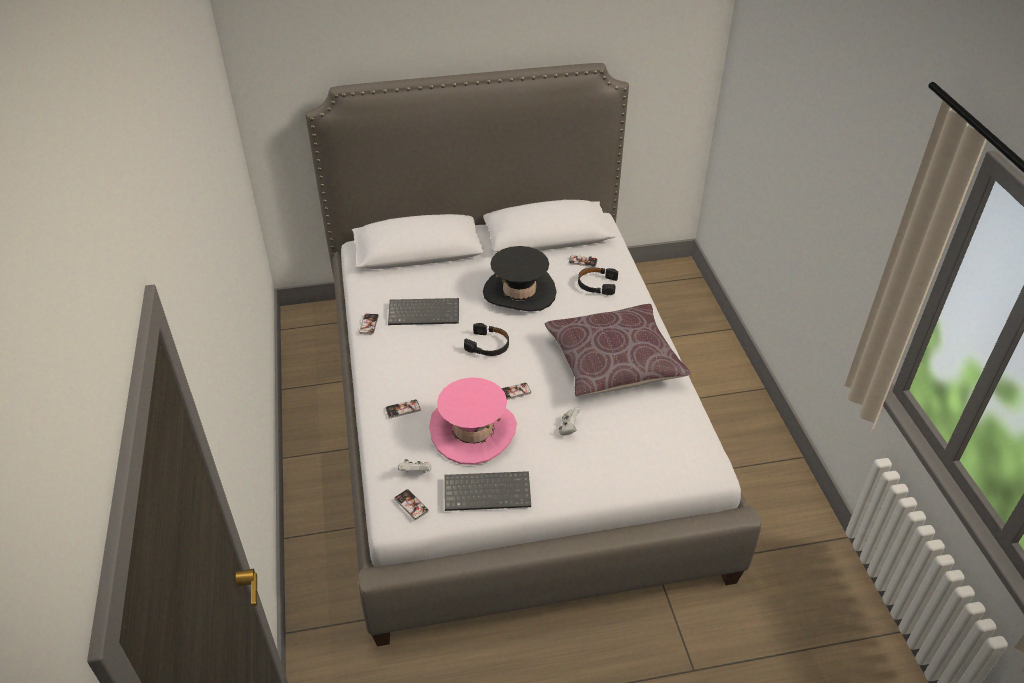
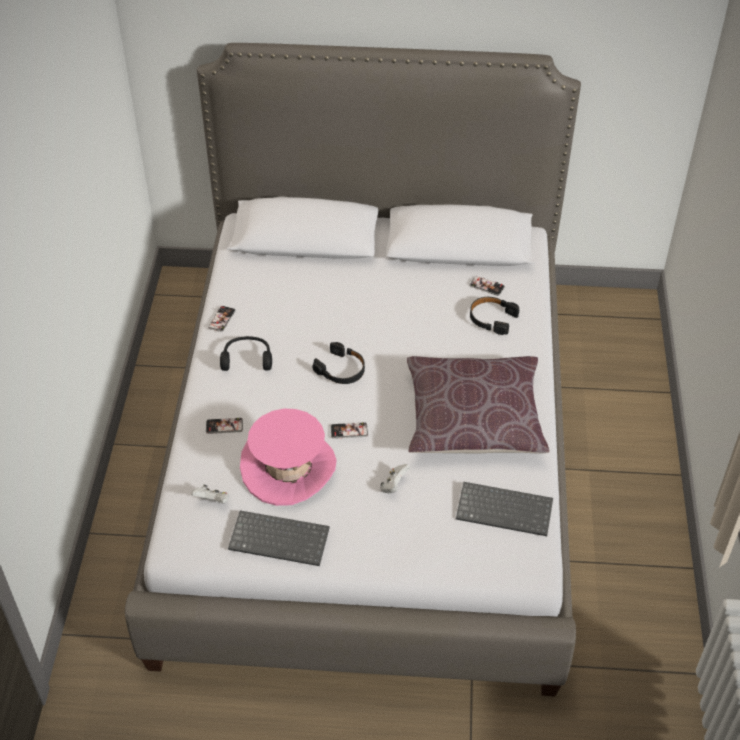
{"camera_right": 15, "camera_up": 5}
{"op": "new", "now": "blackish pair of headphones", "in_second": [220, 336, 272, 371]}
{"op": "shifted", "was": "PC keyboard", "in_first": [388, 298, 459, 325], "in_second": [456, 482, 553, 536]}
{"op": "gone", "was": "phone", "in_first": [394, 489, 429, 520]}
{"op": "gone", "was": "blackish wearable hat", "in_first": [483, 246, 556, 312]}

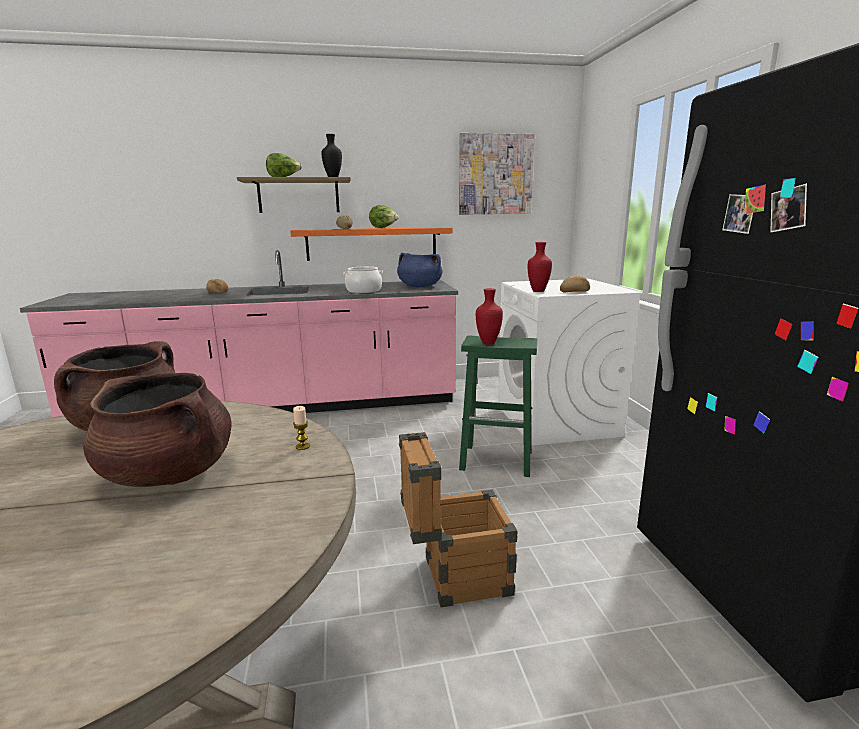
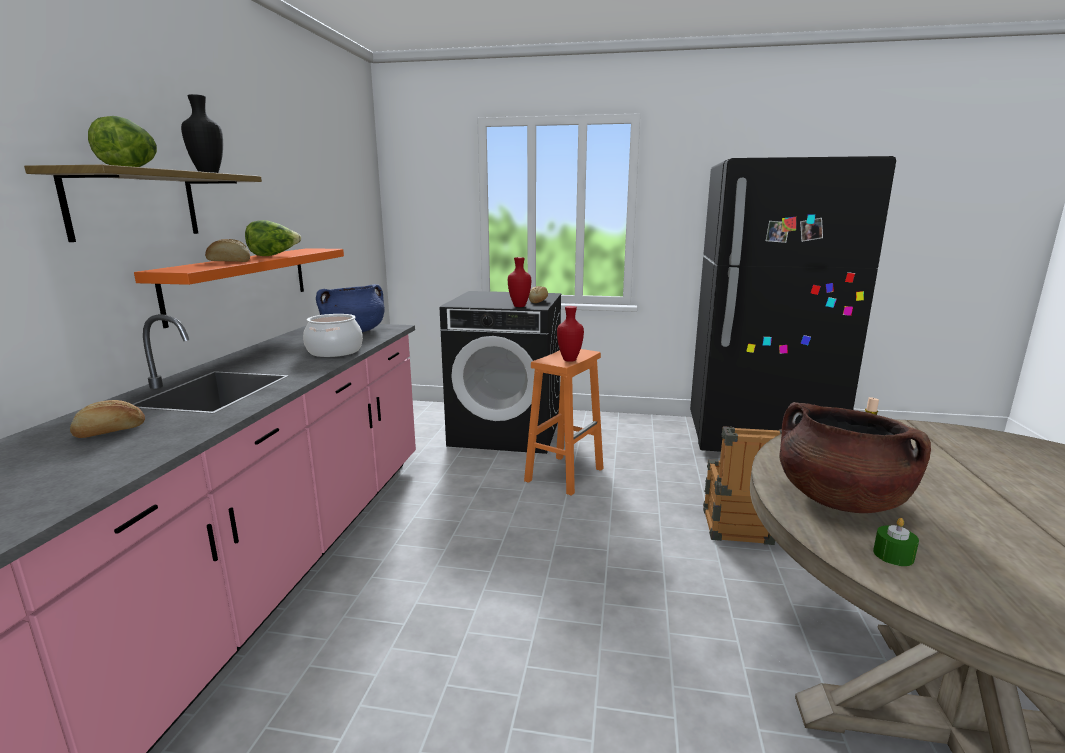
{"camera_right": -70, "camera_up": 0}
{"op": "repainted", "was": "whitish washing machine", "now": "blackish washing machine", "in_first": [498, 279, 644, 445], "in_second": [440, 291, 561, 454]}
{"op": "repainted", "was": "greenish stool seat", "now": "orange-coloured stool seat", "in_first": [459, 335, 537, 477], "in_second": [524, 349, 603, 496]}
{"op": "new", "now": "greenish candle", "in_second": [873, 518, 919, 566]}
{"op": "gone", "was": "brown cooking pot", "in_first": [83, 373, 232, 487]}
{"op": "gone", "was": "wall art", "in_first": [459, 133, 535, 215]}

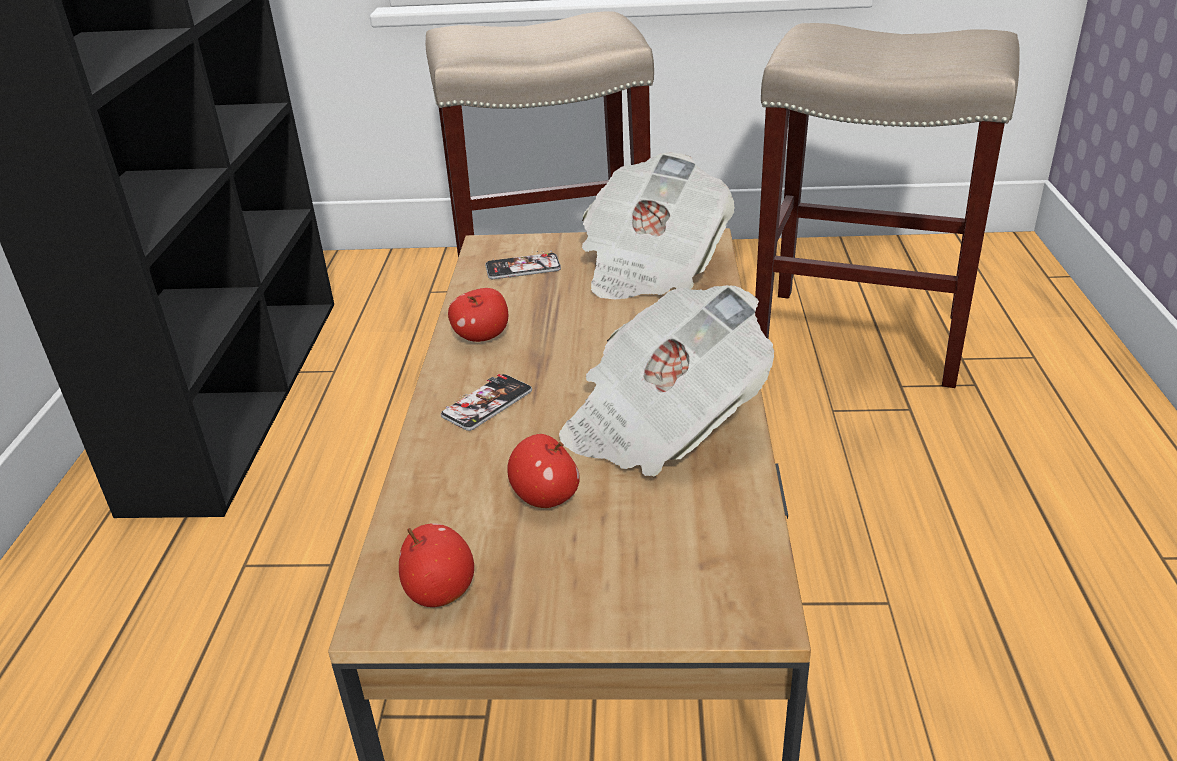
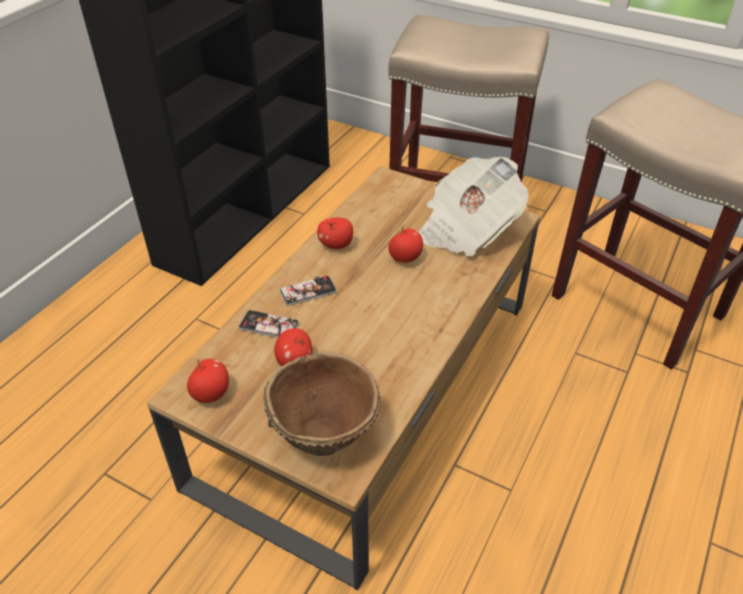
{"camera_right": 25, "camera_up": 10}
{"op": "shifted", "was": "phone", "in_first": [485, 251, 561, 279], "in_second": [239, 310, 299, 338]}
{"op": "new", "now": "brown bowl", "in_second": [263, 352, 381, 456]}
{"op": "new", "now": "apple", "in_second": [389, 226, 423, 263]}
{"op": "gone", "was": "daily paper", "in_first": [559, 285, 774, 477]}

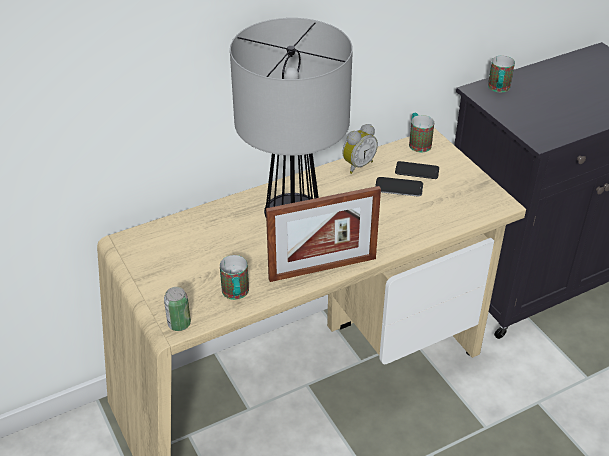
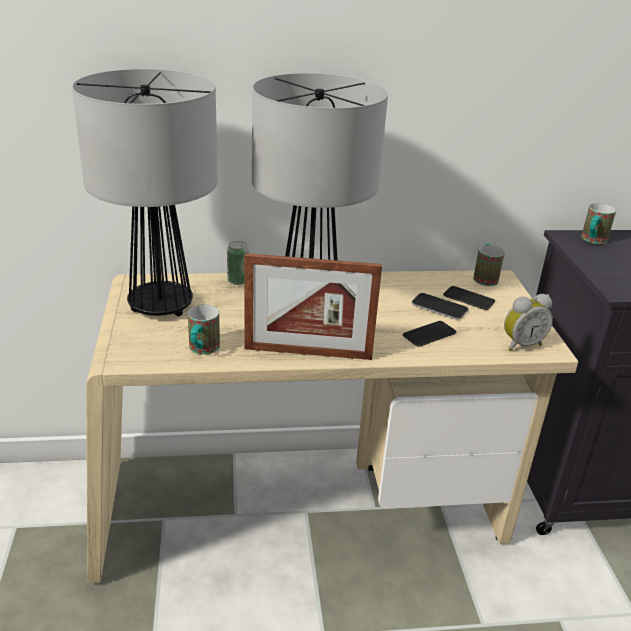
{"camera_right": 20, "camera_up": -10}
{"op": "new", "now": "lamp for a table", "in_second": [72, 69, 218, 316]}
{"op": "shifted", "was": "can", "in_first": [164, 287, 191, 331], "in_second": [227, 241, 249, 285]}
{"op": "new", "now": "phone", "in_second": [403, 321, 456, 347]}
{"op": "shifted", "was": "bedside clock", "in_first": [342, 124, 378, 174], "in_second": [504, 294, 553, 351]}

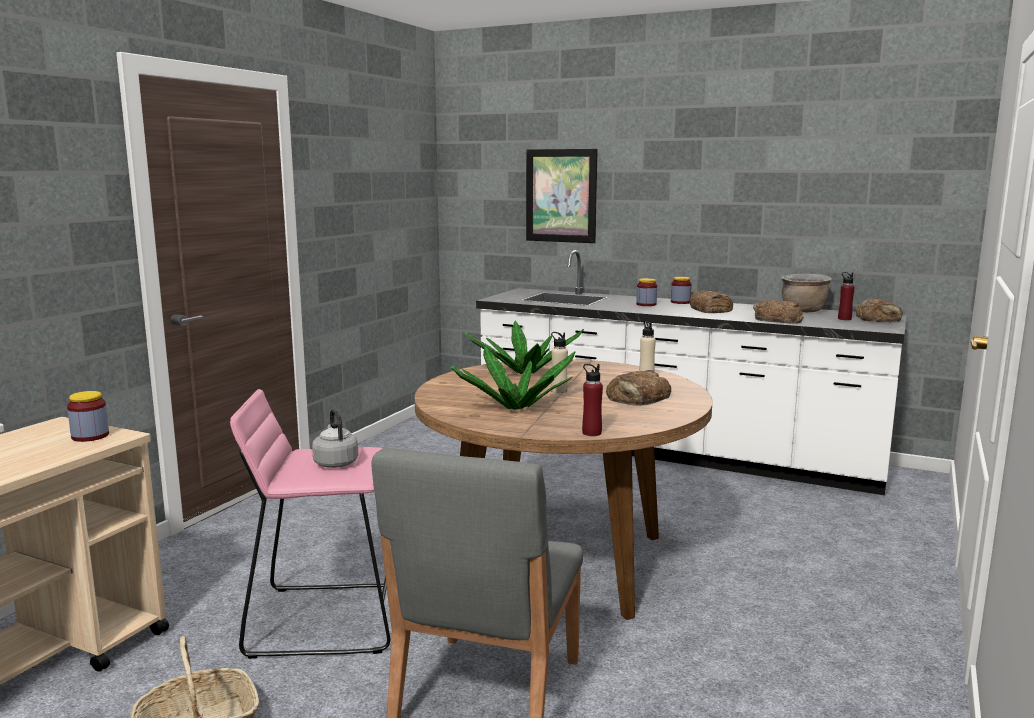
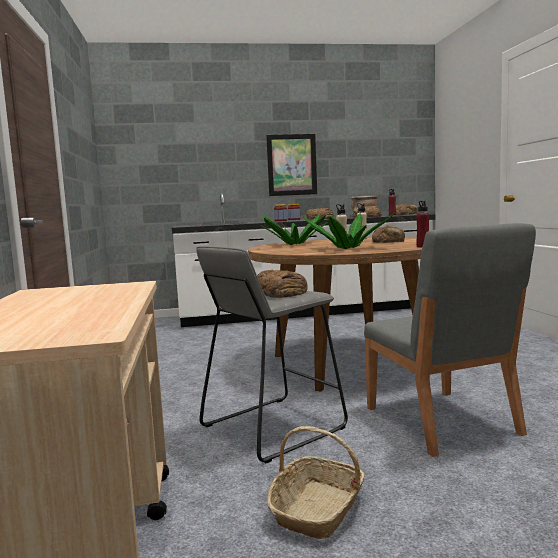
{"camera_right": -35, "camera_up": -5}
{"op": "repainted", "was": "pink stool seat", "now": "grey stool seat", "in_first": [230, 389, 391, 659], "in_second": [196, 246, 348, 463]}
{"op": "swapped", "was": "grey water kettle", "now": "bakery bread", "in_first": [312, 409, 358, 468], "in_second": [257, 270, 308, 298]}
{"op": "shifted", "was": "wall art", "in_first": [526, 149, 598, 243], "in_second": [266, 134, 317, 196]}
{"op": "gone", "was": "preserve jar", "in_first": [67, 391, 109, 442]}

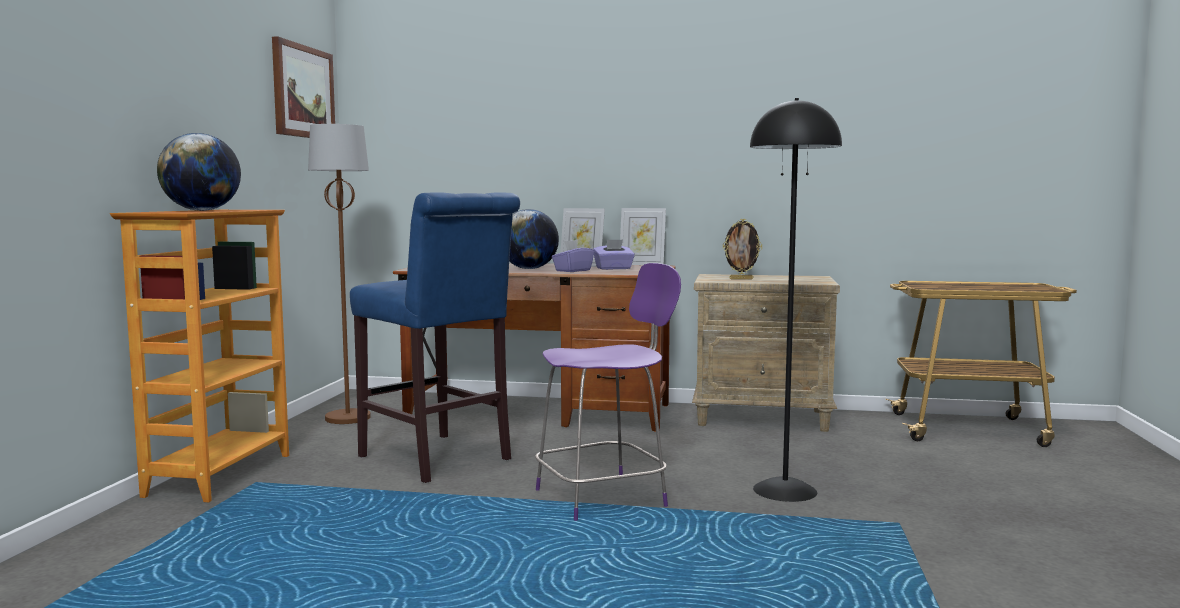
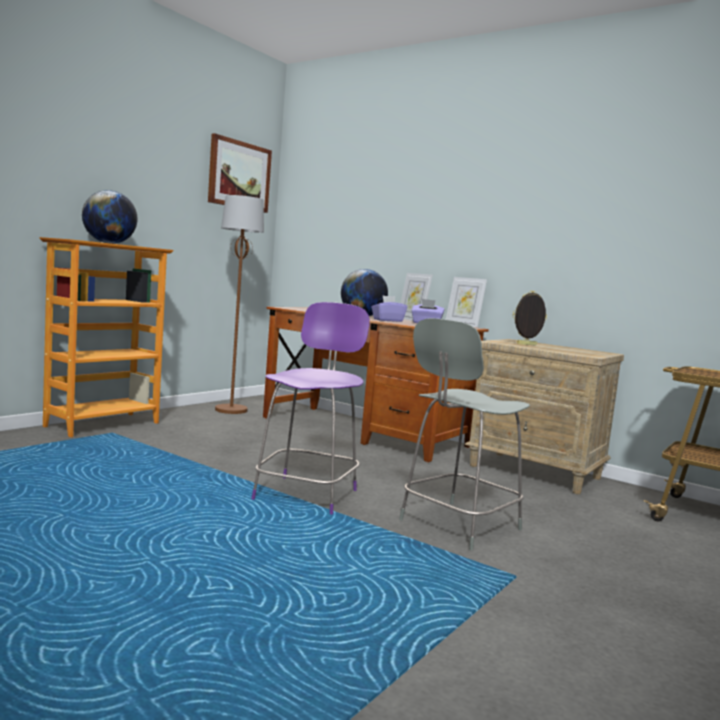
{"camera_right": 25, "camera_up": 0}
{"op": "rotated", "was": "purple upright chair", "in_first": [535, 263, 681, 521], "in_second": [251, 302, 370, 515], "clockwise": -75}
{"op": "swapped", "was": "blackish standing lamp", "now": "grey upright chair", "in_first": [750, 98, 842, 502], "in_second": [399, 318, 530, 550]}
{"op": "rotated", "was": "picture frame", "in_first": [722, 219, 762, 280], "in_second": [512, 291, 547, 346], "clockwise": 150}
{"op": "gone", "was": "blue-coloured stool seat", "in_first": [350, 192, 520, 483]}

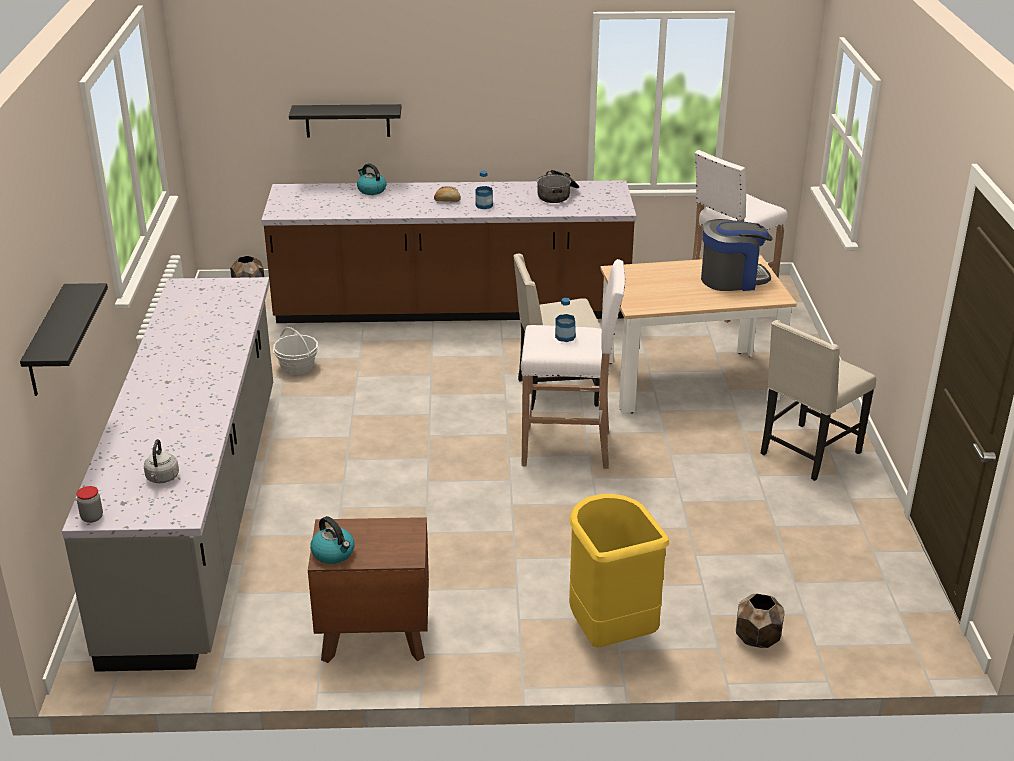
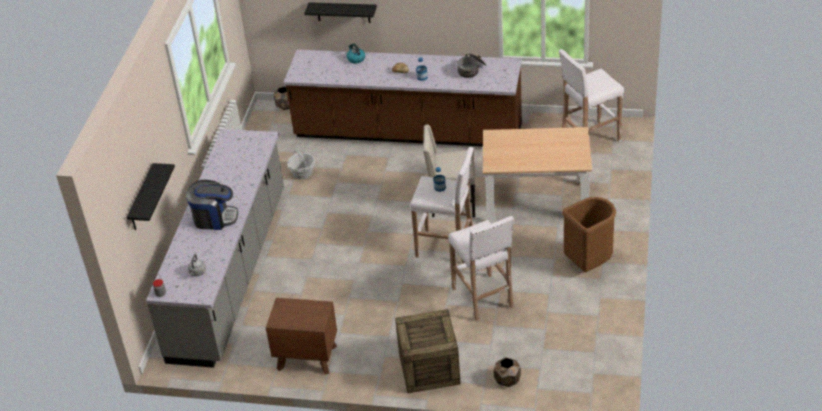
{"camera_right": 15, "camera_up": 10}
{"op": "shifted", "was": "coffee machine", "in_first": [701, 219, 772, 291], "in_second": [186, 180, 238, 230]}
{"op": "swapped", "was": "yellow-coloured waste bin", "now": "crate", "in_first": [569, 494, 669, 648], "in_second": [395, 309, 461, 393]}
{"op": "new", "now": "whitish stool seat", "in_second": [448, 216, 514, 322]}
{"op": "swapped", "was": "beige upright chair", "now": "brown waste bin", "in_first": [761, 320, 876, 481], "in_second": [562, 197, 616, 272]}
{"op": "gone", "was": "water kettle", "in_first": [310, 516, 355, 564]}

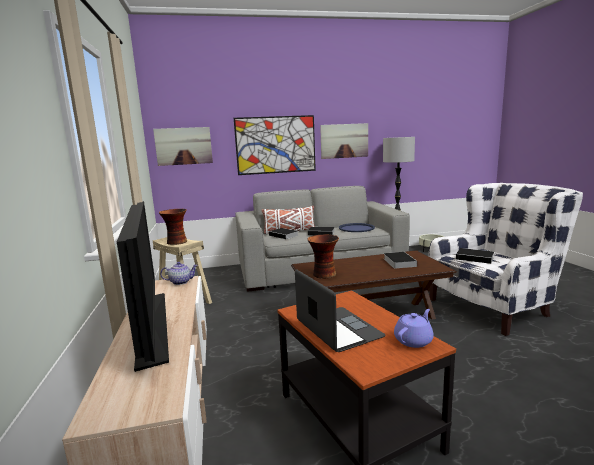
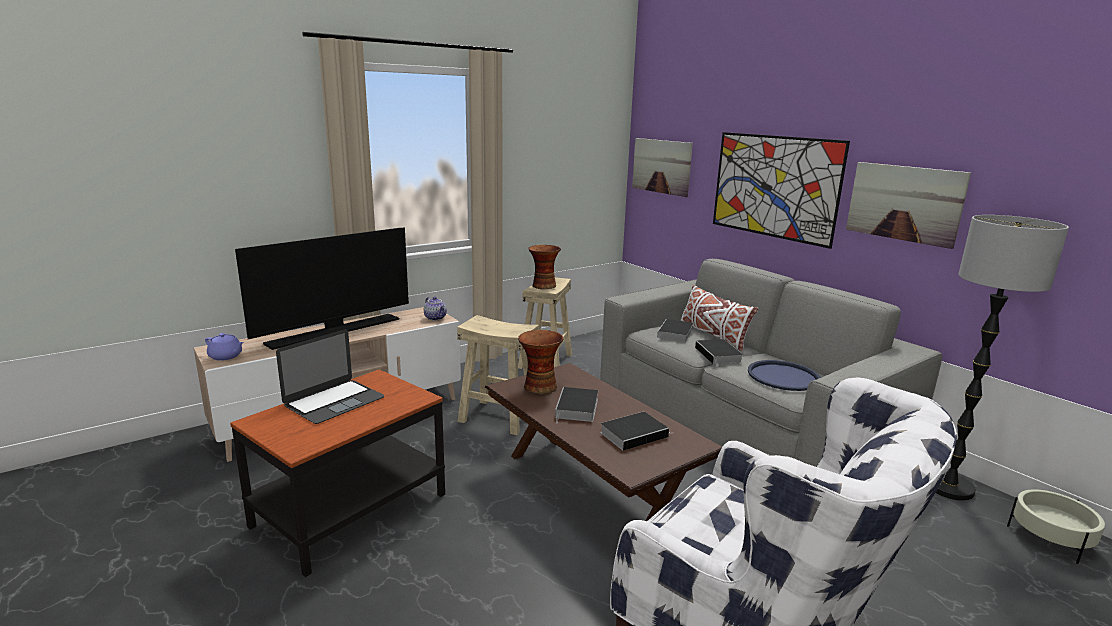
{"camera_right": 65, "camera_up": 5}
{"op": "shifted", "was": "purple tea pot", "in_first": [394, 309, 434, 348], "in_second": [205, 333, 244, 361]}
{"op": "new", "now": "beige stool seat", "in_second": [457, 315, 539, 435]}
{"op": "shifted", "was": "bound book", "in_first": [456, 248, 496, 264], "in_second": [555, 387, 598, 423]}

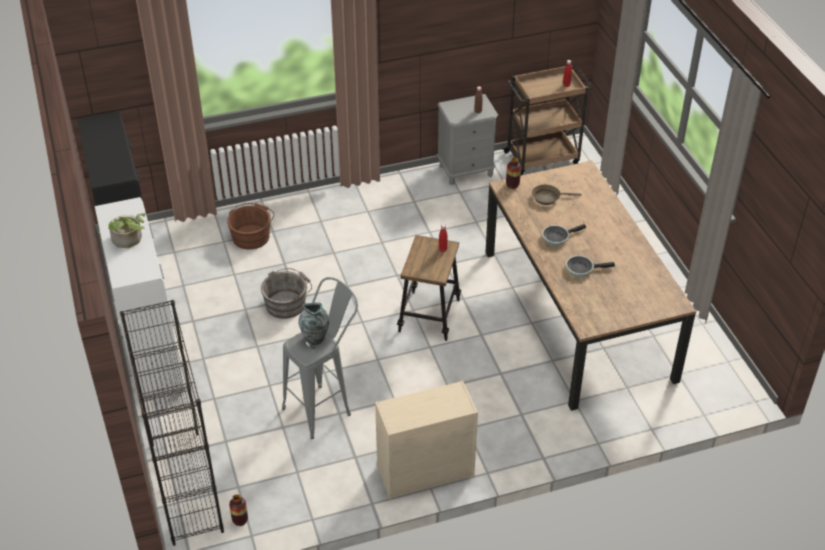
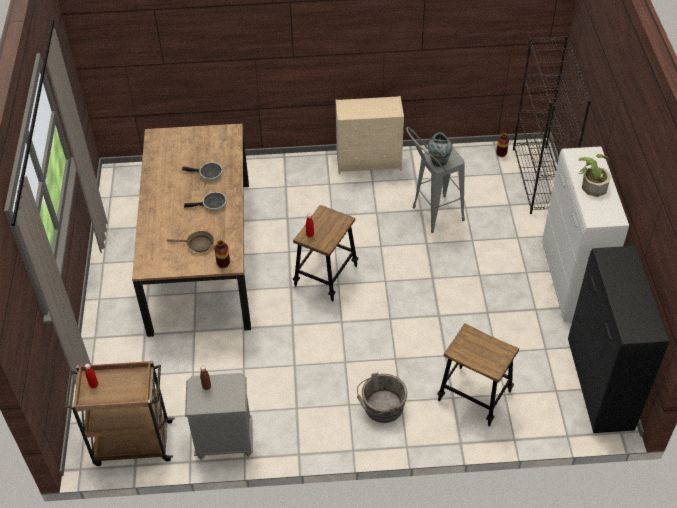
{"camera_right": -165, "camera_up": 5}
{"op": "shifted", "was": "grey pail", "in_first": [261, 268, 312, 319], "in_second": [357, 372, 407, 423]}
{"op": "swapped", "was": "brown pail", "now": "stool seat", "in_first": [227, 203, 274, 250], "in_second": [437, 323, 519, 427]}

